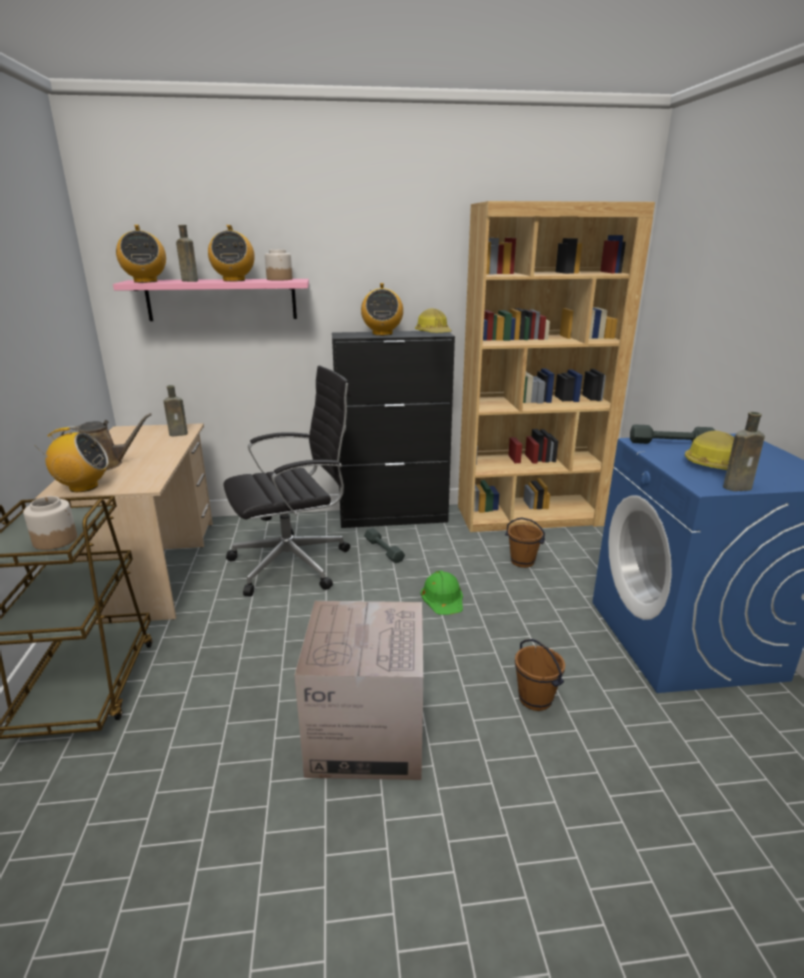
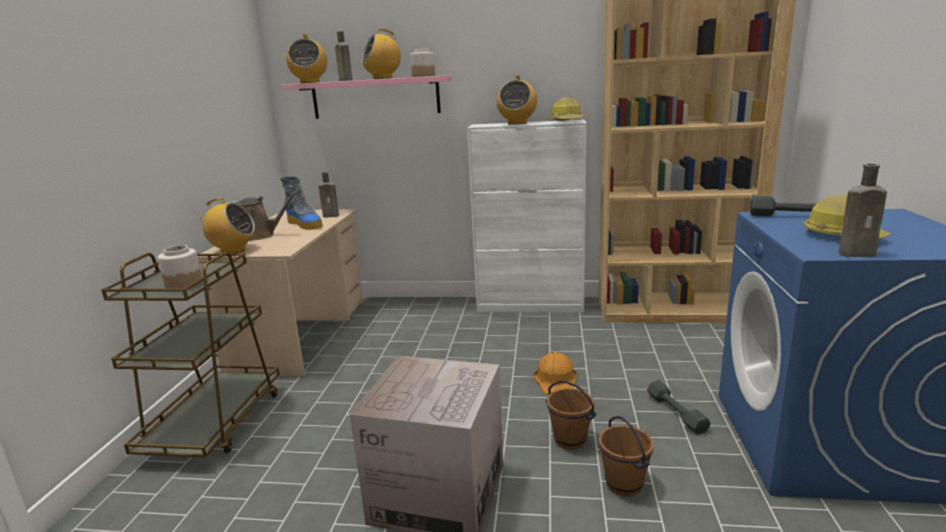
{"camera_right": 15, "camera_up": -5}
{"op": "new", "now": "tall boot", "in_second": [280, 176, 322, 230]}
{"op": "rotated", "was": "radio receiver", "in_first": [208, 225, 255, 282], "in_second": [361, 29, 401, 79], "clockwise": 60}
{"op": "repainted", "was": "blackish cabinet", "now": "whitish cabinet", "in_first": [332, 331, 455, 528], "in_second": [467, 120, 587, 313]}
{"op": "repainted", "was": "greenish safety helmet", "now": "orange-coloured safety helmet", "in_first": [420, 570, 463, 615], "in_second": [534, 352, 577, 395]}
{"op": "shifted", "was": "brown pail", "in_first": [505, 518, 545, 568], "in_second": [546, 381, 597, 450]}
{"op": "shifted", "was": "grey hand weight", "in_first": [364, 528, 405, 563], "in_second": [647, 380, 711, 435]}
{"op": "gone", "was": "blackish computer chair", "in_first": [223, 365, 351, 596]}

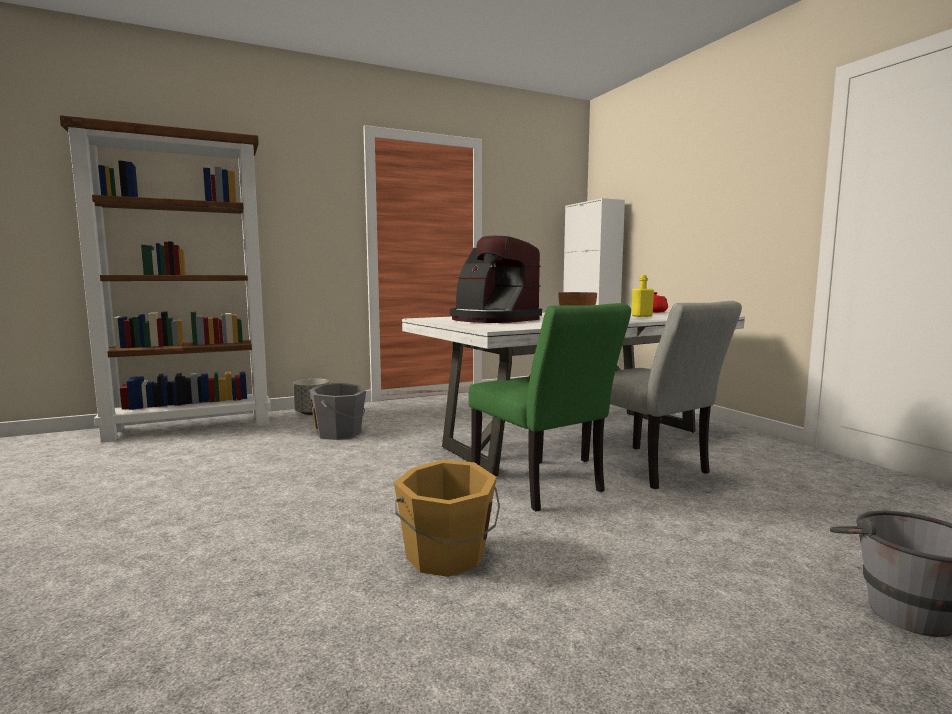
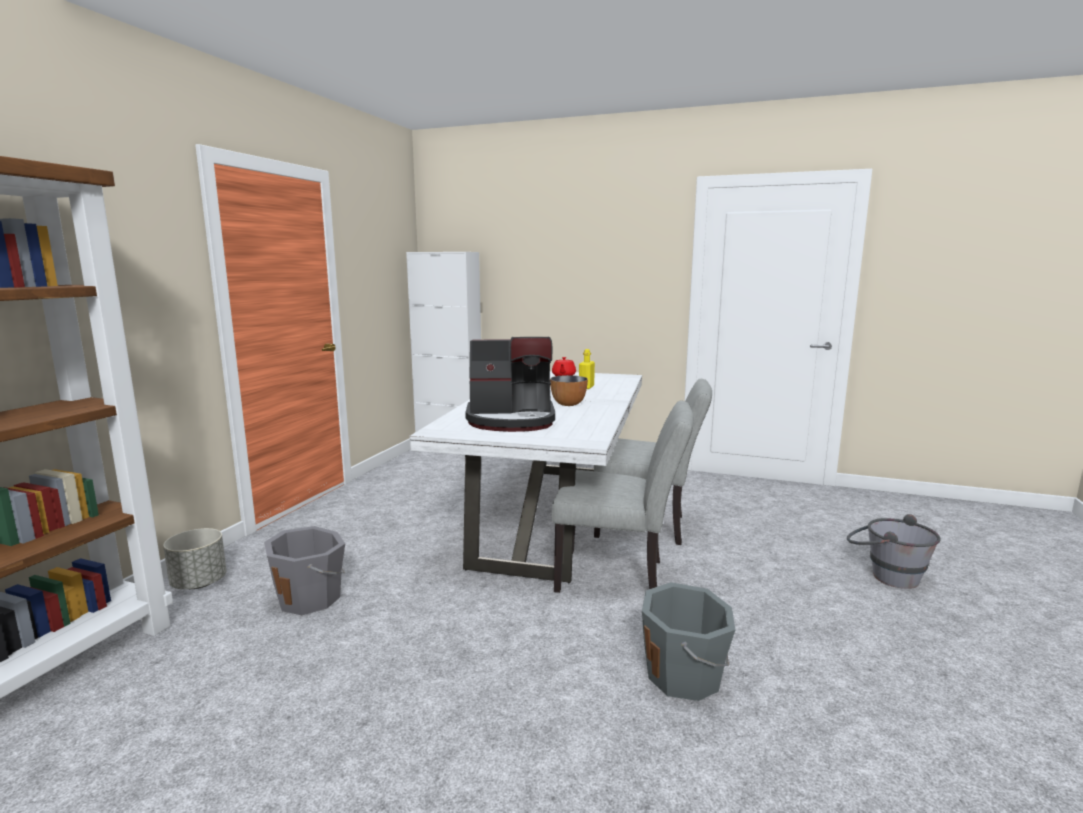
{"camera_right": -45, "camera_up": 5}
{"op": "repainted", "was": "greenish upright chair", "now": "grey upright chair", "in_first": [468, 303, 631, 511], "in_second": [552, 401, 694, 593]}
{"op": "repainted", "was": "orange-coloured pail", "now": "grey pail", "in_first": [394, 460, 500, 577], "in_second": [642, 582, 736, 701]}

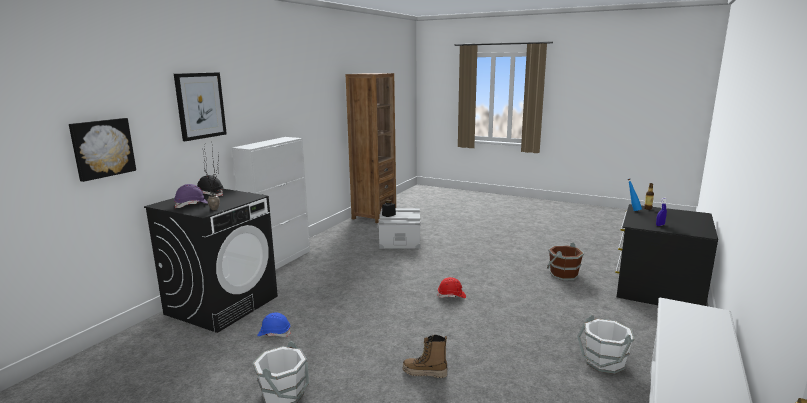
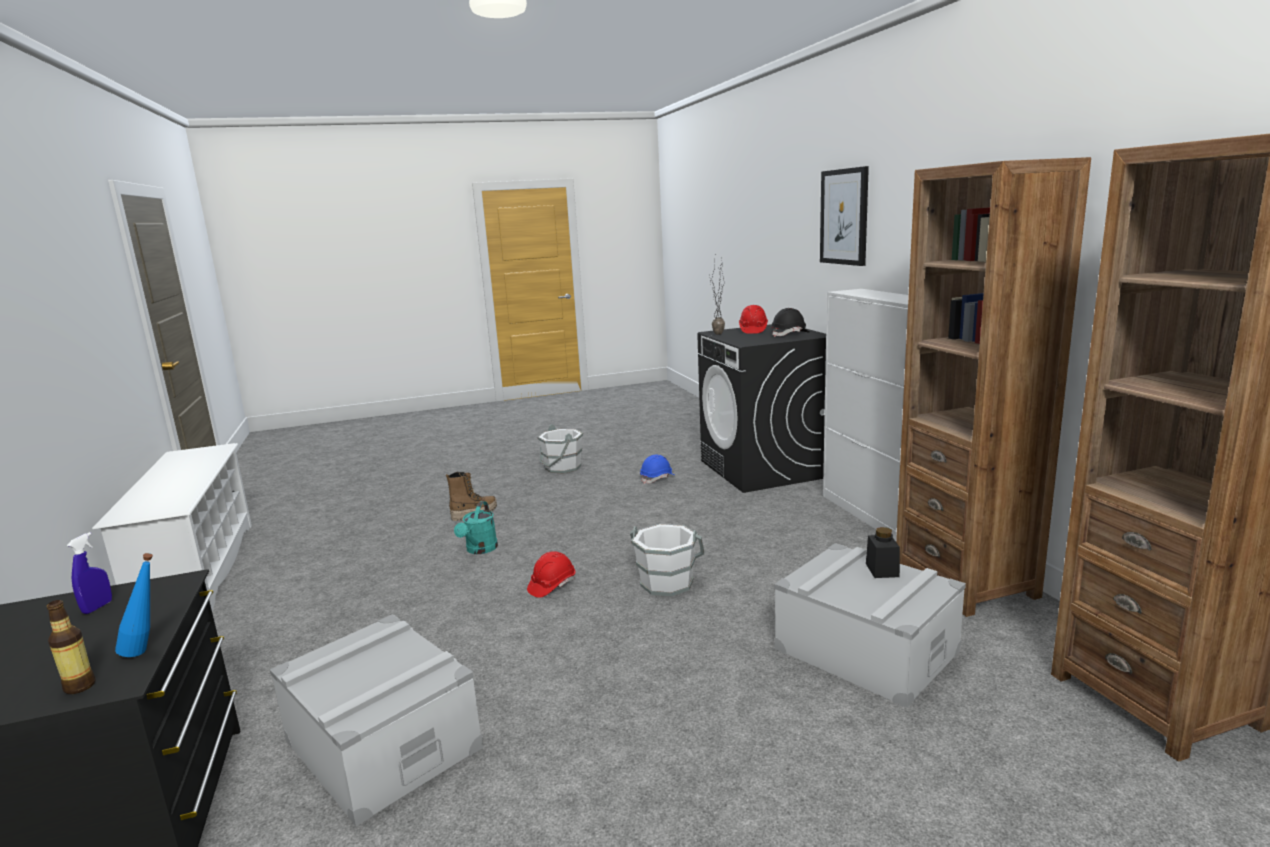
{"camera_right": 135, "camera_up": 0}
{"op": "swapped", "was": "brown pail", "now": "grey storage box", "in_first": [547, 243, 584, 281], "in_second": [270, 614, 483, 826]}
{"op": "new", "now": "turquoise watering pot", "in_second": [454, 501, 498, 554]}
{"op": "shifted", "was": "whitish pail", "in_first": [577, 315, 634, 374], "in_second": [630, 524, 704, 596]}
{"op": "repainted", "was": "purple safety helmet", "now": "red-coloured safety helmet", "in_first": [174, 184, 208, 208], "in_second": [739, 305, 768, 334]}
{"op": "new", "now": "brown bookcase", "in_second": [896, 157, 1091, 617]}
{"op": "gone", "was": "wall art", "in_first": [69, 118, 136, 182]}

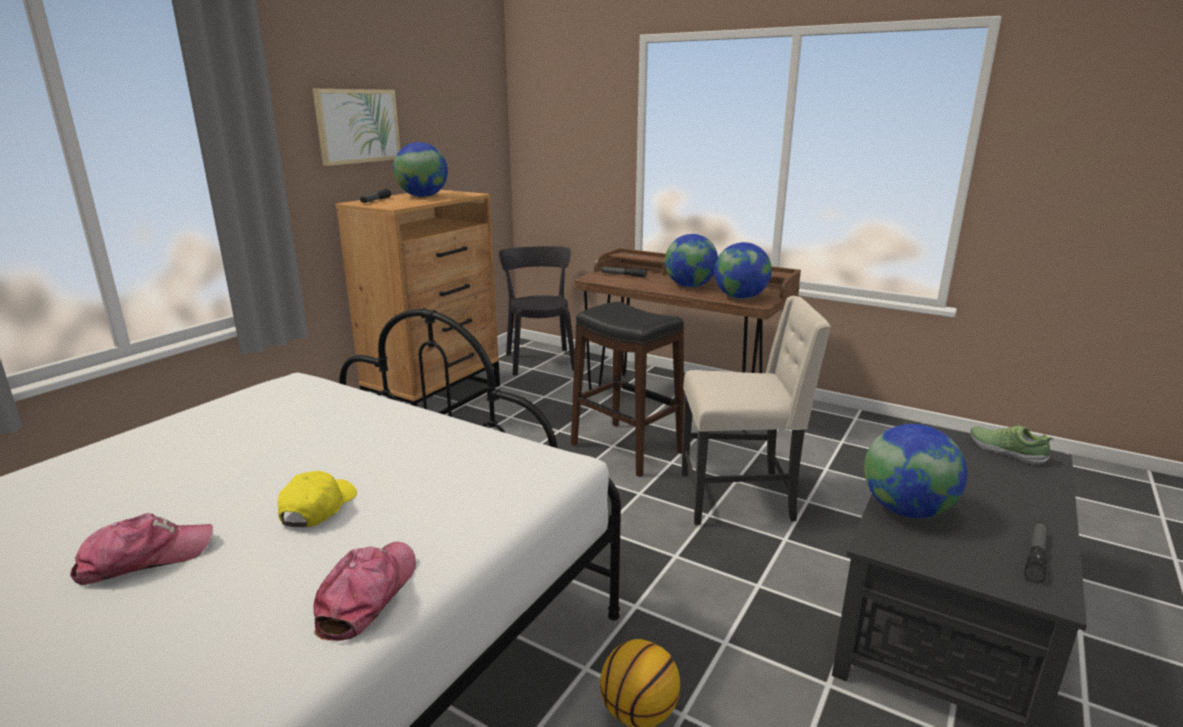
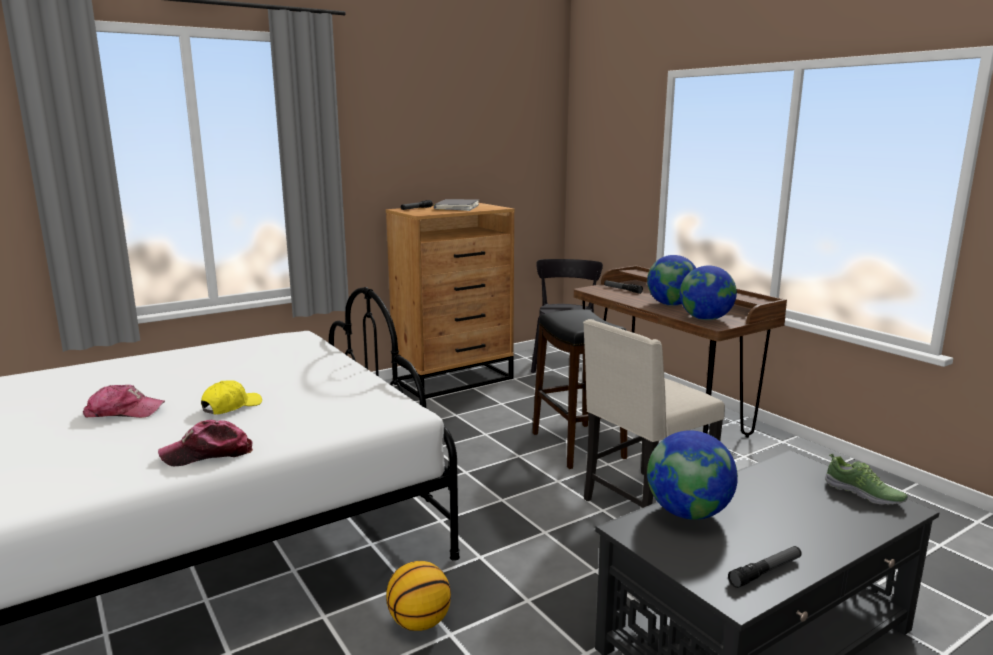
{"camera_right": 25, "camera_up": -5}
{"op": "rotated", "was": "baseball cap", "in_first": [314, 542, 416, 641], "in_second": [158, 420, 253, 466], "clockwise": -150}
{"op": "swapped", "was": "world globe", "now": "grey bound book", "in_first": [393, 142, 448, 197], "in_second": [433, 199, 479, 211]}
{"op": "rotated", "was": "beige upright chair", "in_first": [681, 296, 831, 525], "in_second": [583, 319, 725, 508], "clockwise": 120}
{"op": "rotated", "was": "low shoe", "in_first": [970, 425, 1053, 465], "in_second": [825, 454, 908, 505], "clockwise": 150}
{"op": "gone", "was": "wall art", "in_first": [312, 89, 400, 166]}

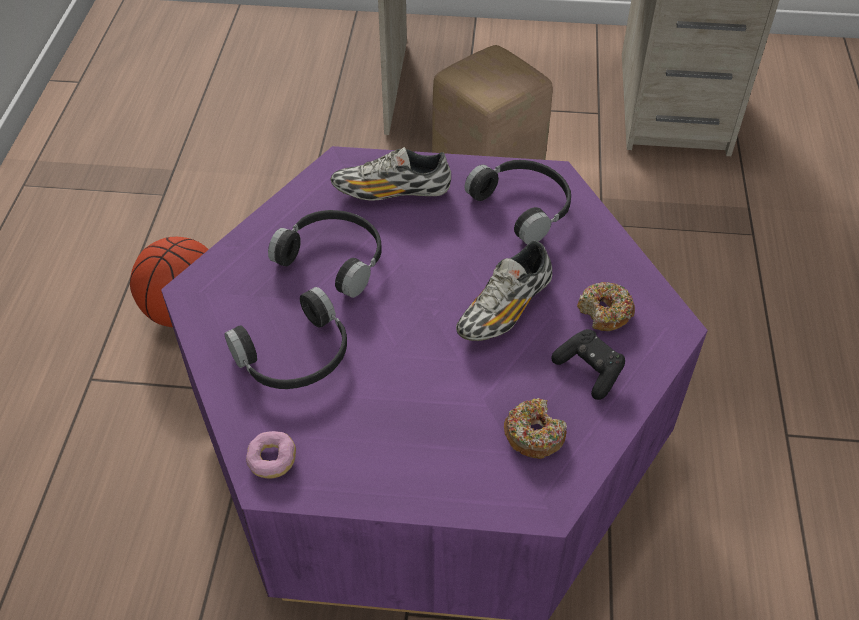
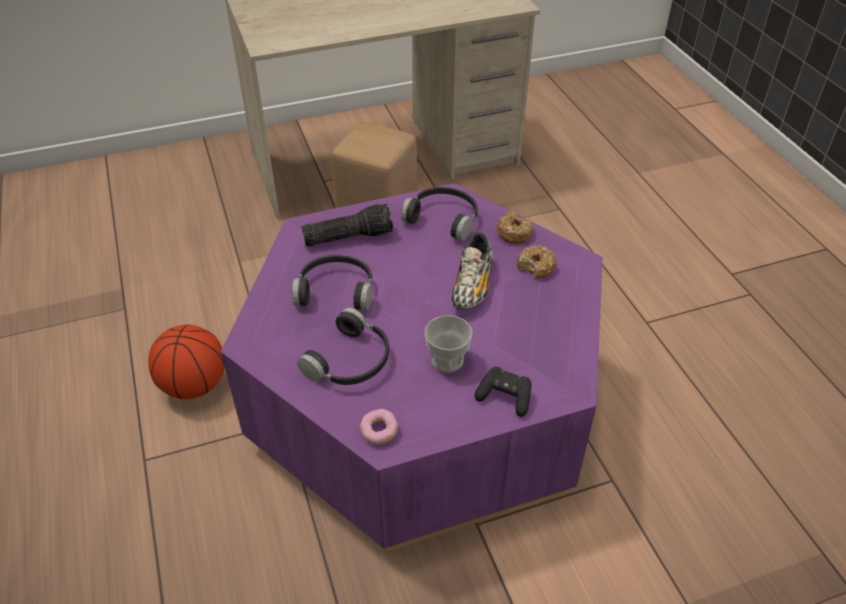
{"camera_right": -25, "camera_up": -5}
{"op": "swapped", "was": "low shoe", "now": "hand torch", "in_first": [330, 147, 451, 201], "in_second": [301, 204, 393, 246]}
{"op": "new", "now": "cup", "in_second": [424, 315, 473, 372]}
{"op": "shifted", "was": "blackish game controller", "in_first": [551, 329, 625, 400], "in_second": [475, 367, 531, 417]}
{"op": "shifted", "was": "doughnut", "in_first": [504, 398, 567, 459], "in_second": [496, 212, 534, 244]}

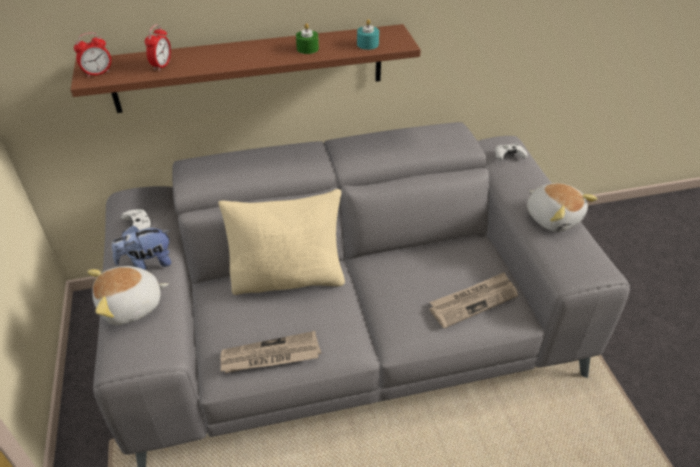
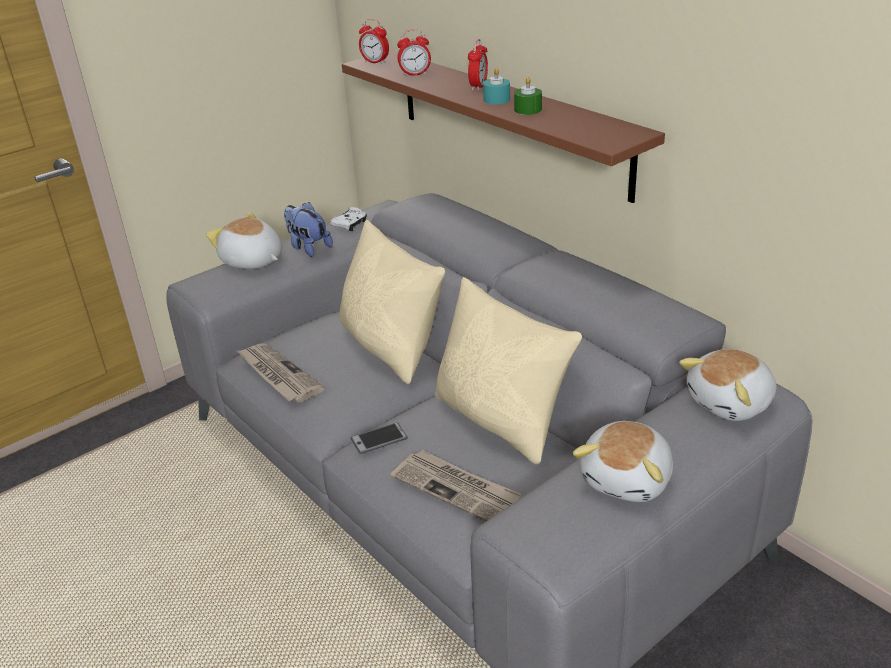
{"camera_right": 65, "camera_up": -10}
{"op": "new", "now": "phone", "in_second": [351, 422, 408, 454]}
{"op": "new", "now": "beige cushion", "in_second": [435, 277, 582, 464]}
{"op": "new", "now": "bedside clock", "in_second": [468, 39, 488, 91]}
{"op": "shifted", "was": "turquoise candle", "in_first": [357, 19, 379, 50], "in_second": [483, 68, 510, 104]}
{"op": "swapped", "was": "whitish game controller", "now": "cuddly toy", "in_first": [495, 143, 528, 161], "in_second": [679, 349, 776, 421]}

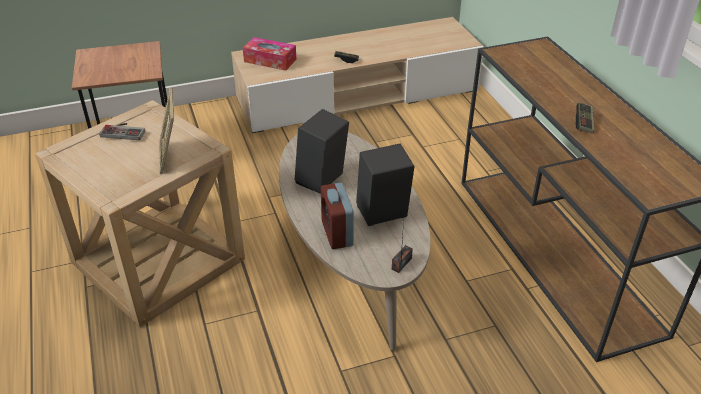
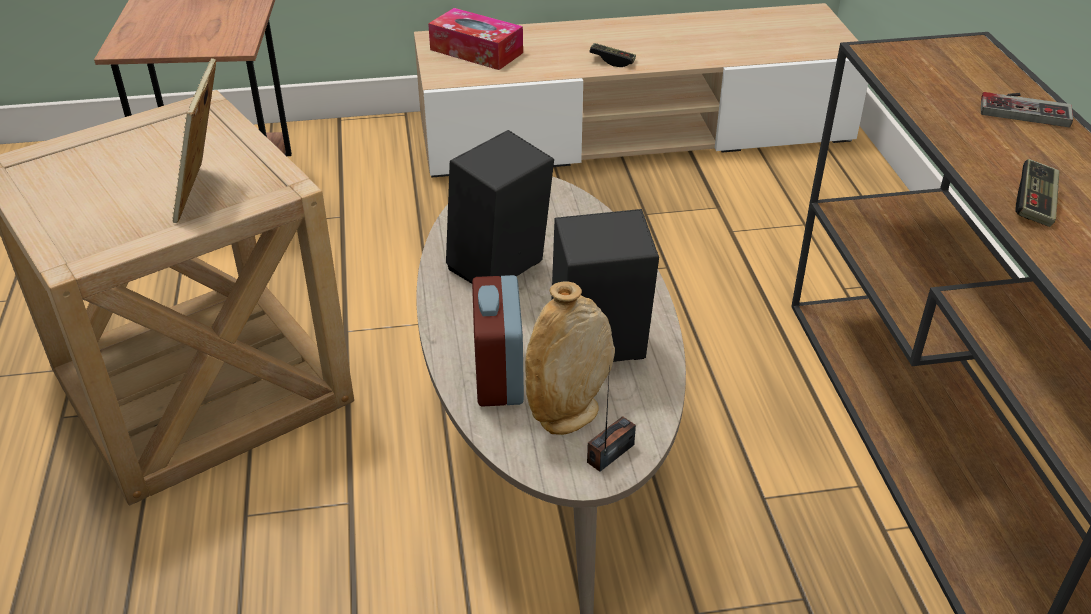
{"camera_right": 10, "camera_up": 0}
{"op": "new", "now": "beige vase", "in_second": [525, 282, 615, 435]}
{"op": "shifted", "was": "game controller", "in_first": [99, 123, 145, 140], "in_second": [981, 92, 1073, 127]}

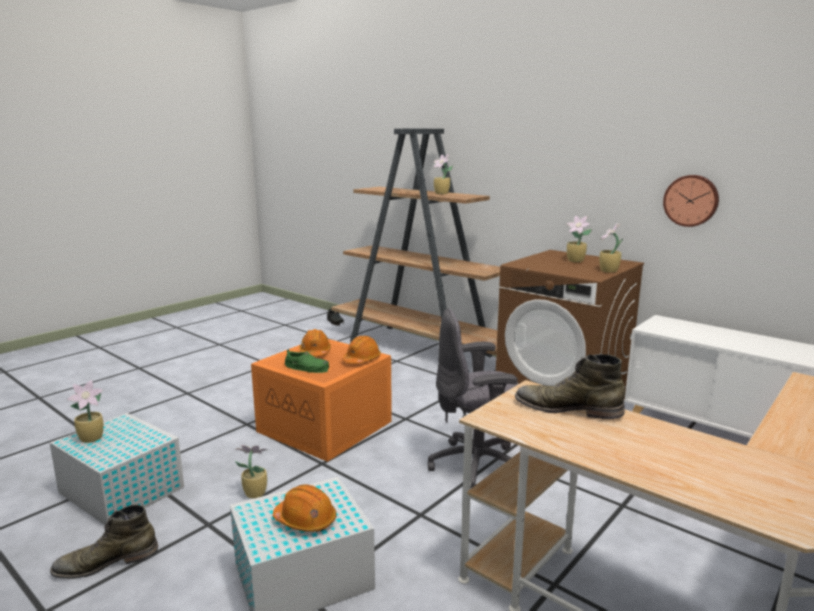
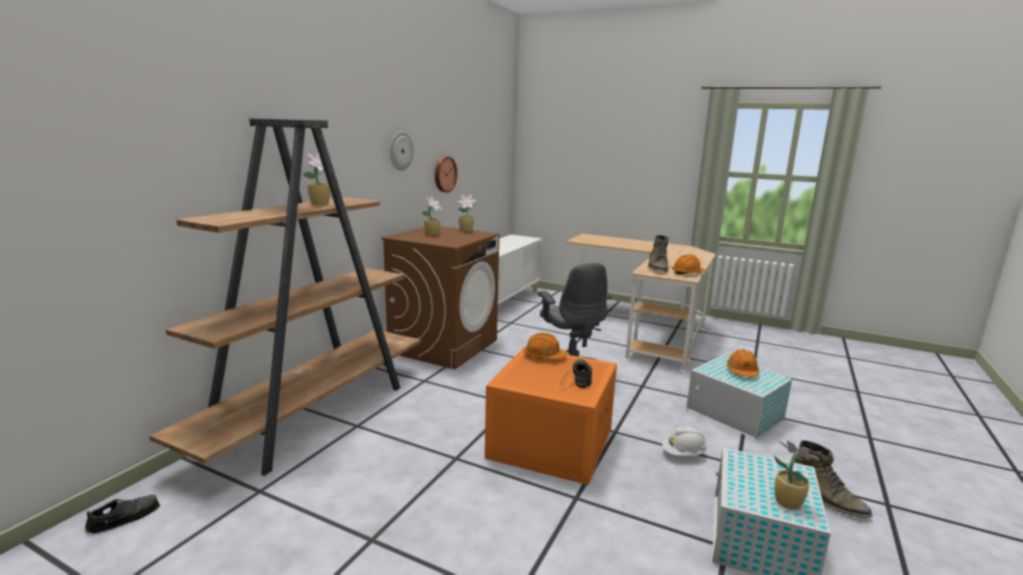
{"camera_right": -105, "camera_up": 0}
{"op": "new", "now": "hanging clock", "in_second": [390, 131, 414, 171]}
{"op": "repainted", "was": "greenish low shoe", "now": "blackish low shoe", "in_first": [285, 349, 329, 373], "in_second": [573, 359, 592, 388]}
{"op": "swapped", "was": "potted plant", "now": "whitish safety helmet", "in_first": [235, 445, 268, 499], "in_second": [662, 425, 707, 456]}
{"op": "shifted", "was": "orange-coloured safety helmet", "in_first": [299, 329, 331, 357], "in_second": [672, 255, 705, 275]}

